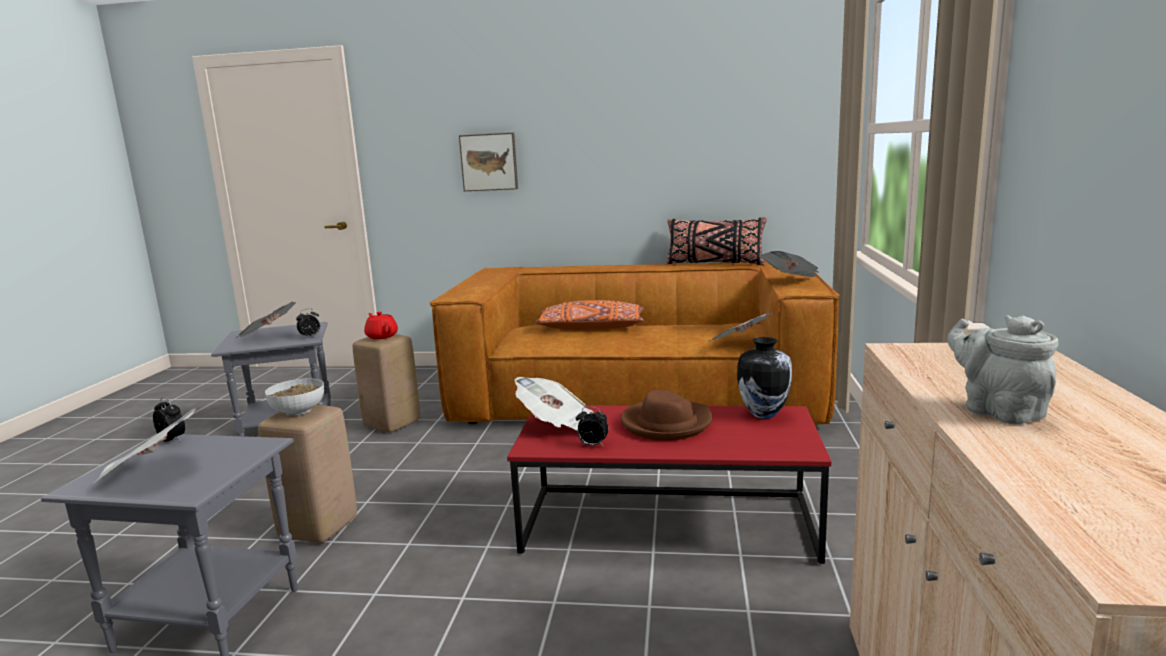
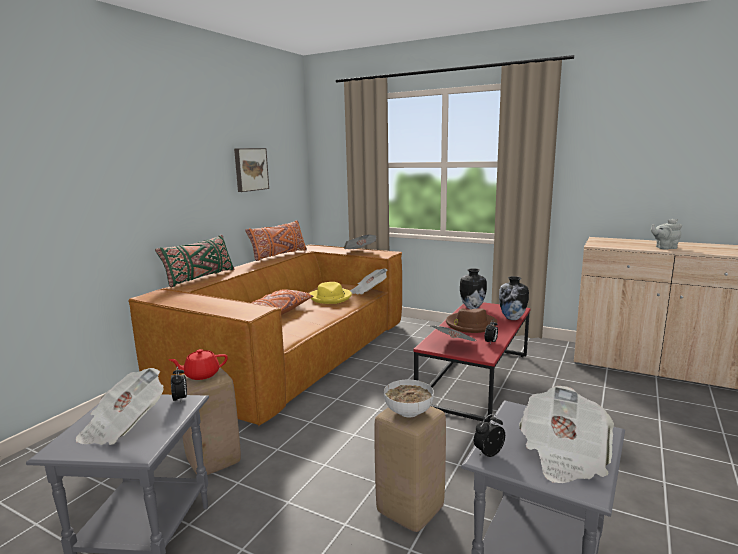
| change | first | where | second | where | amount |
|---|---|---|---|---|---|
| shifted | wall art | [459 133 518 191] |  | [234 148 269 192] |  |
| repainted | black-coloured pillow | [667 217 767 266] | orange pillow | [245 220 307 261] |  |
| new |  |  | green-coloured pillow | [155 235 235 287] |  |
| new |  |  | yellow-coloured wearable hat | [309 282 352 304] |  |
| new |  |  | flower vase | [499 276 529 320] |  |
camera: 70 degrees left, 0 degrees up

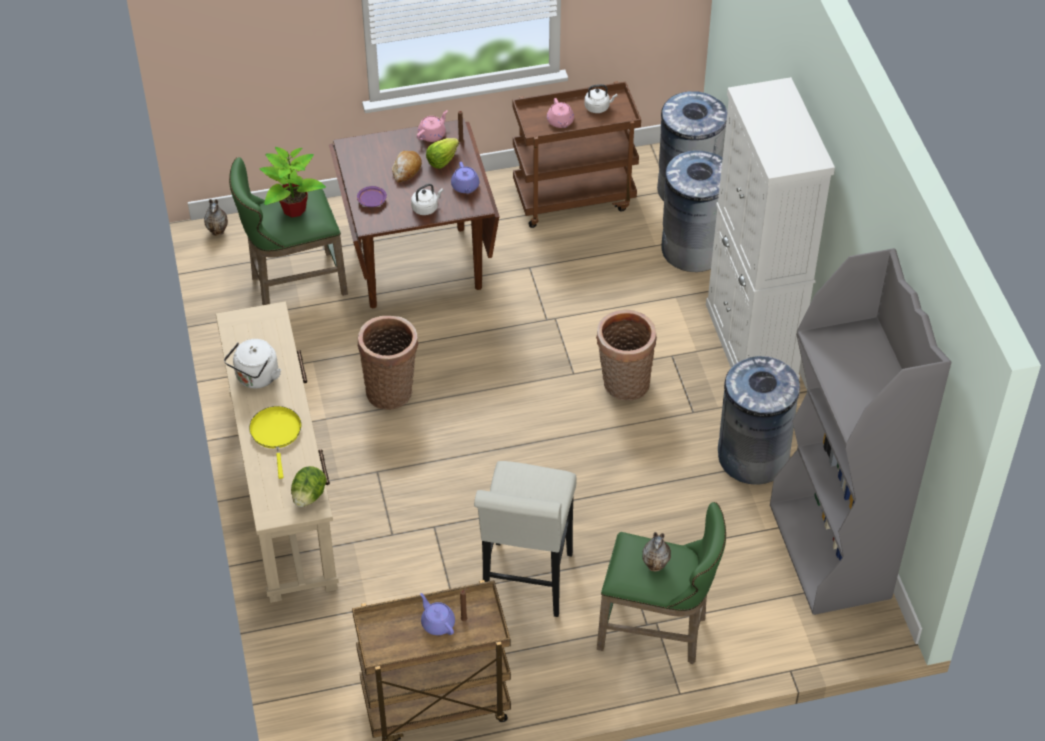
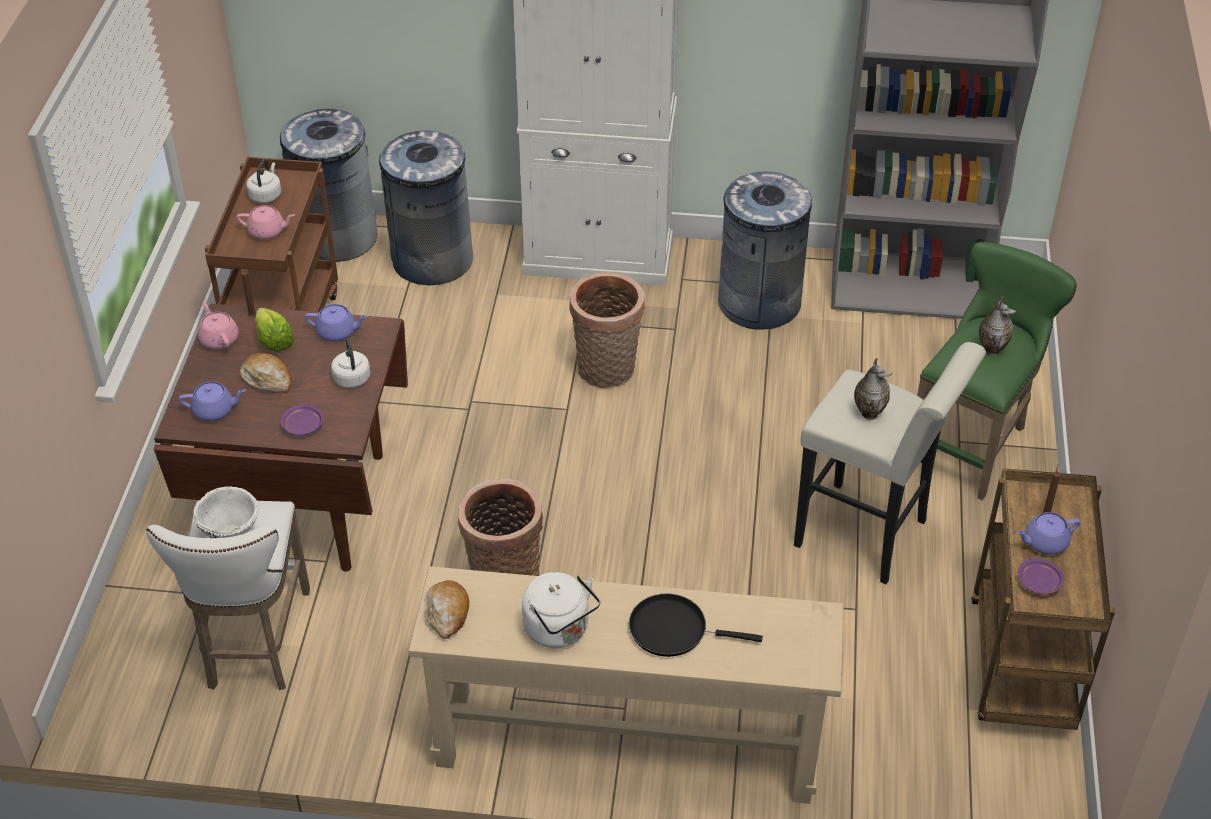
| change | first | where | second | where | amount |
|---|---|---|---|---|---|
| shifted | flower vase | [204 199 228 236] |  | [854 358 892 420] |  |
| repainted | green-coloured stool seat | [229 157 348 305] | white-coloured stool seat | [146 501 310 690] |  |
| repainted | yellow-coloured frying pan | [249 406 301 479] | black-coloured frying pan | [629 594 763 657] |  |
| swapped | houseplant | [260 147 326 217] | white-coloured deep dish | [193 486 260 538] |  |
| gone | lettuce head | [291 466 327 507] |  |  |  |
| new |  |  | purple-coloured pot for tea | [179 382 246 421] |  |
| new |  |  | bread | [424 580 469 639] |  |
| new |  |  | purple-coloured dinner plate | [1018 558 1064 595] |  |
camera: 70 degrees left, 5 degrees down

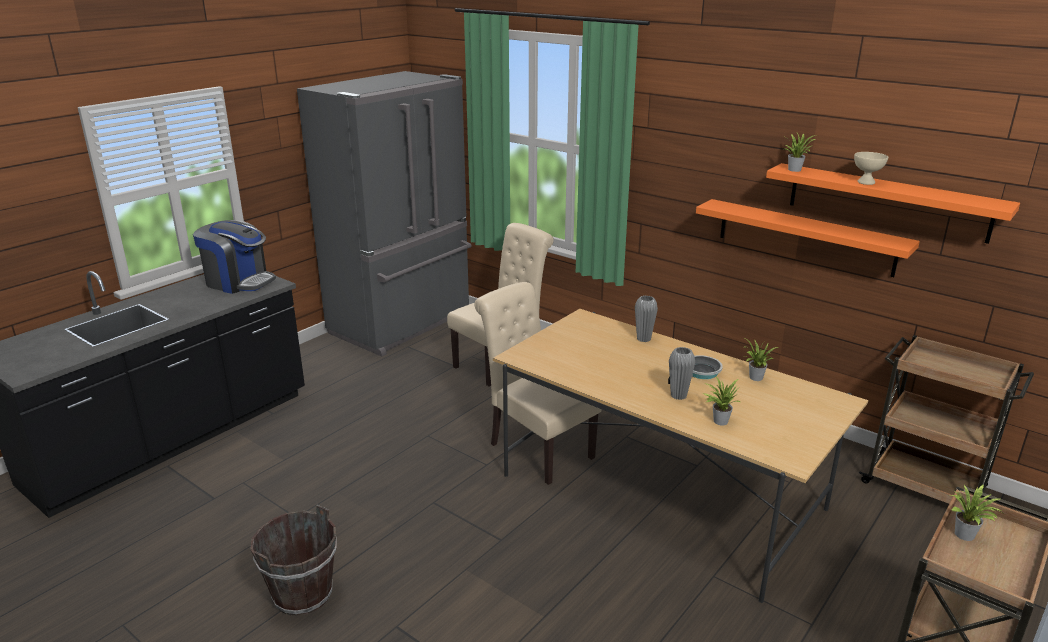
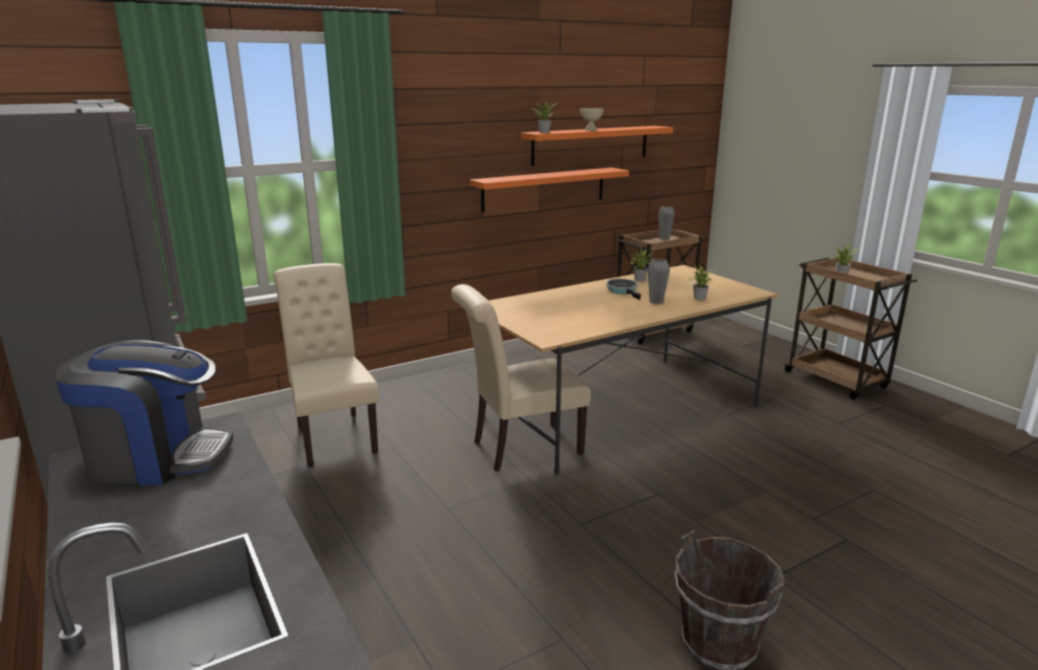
| change | first | where | second | where | amount |
|---|---|---|---|---|---|
| rotated | coffee machine | [193 220 276 294] |  | [55 340 233 485] | 45 degrees clockwise |
| shifted | grey flower vase | [635 295 658 342] |  | [658 206 675 240] |  |
camera: 70 degrees left, 5 degrees down

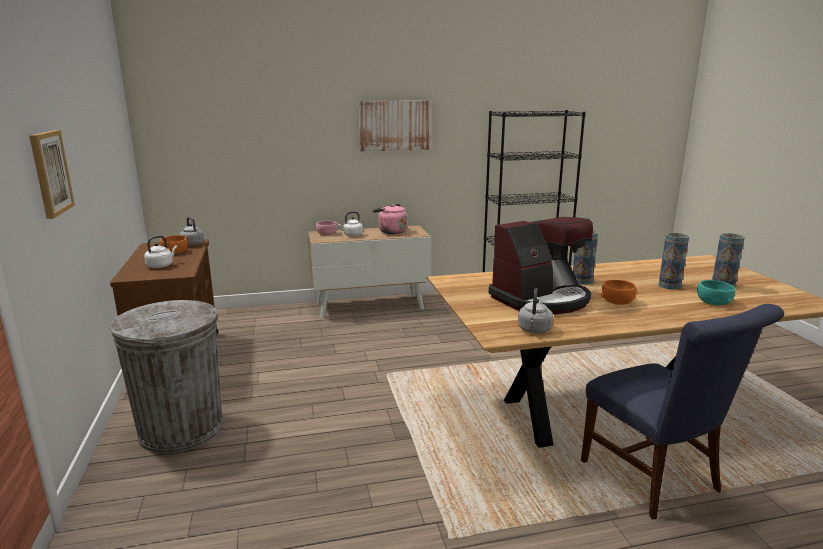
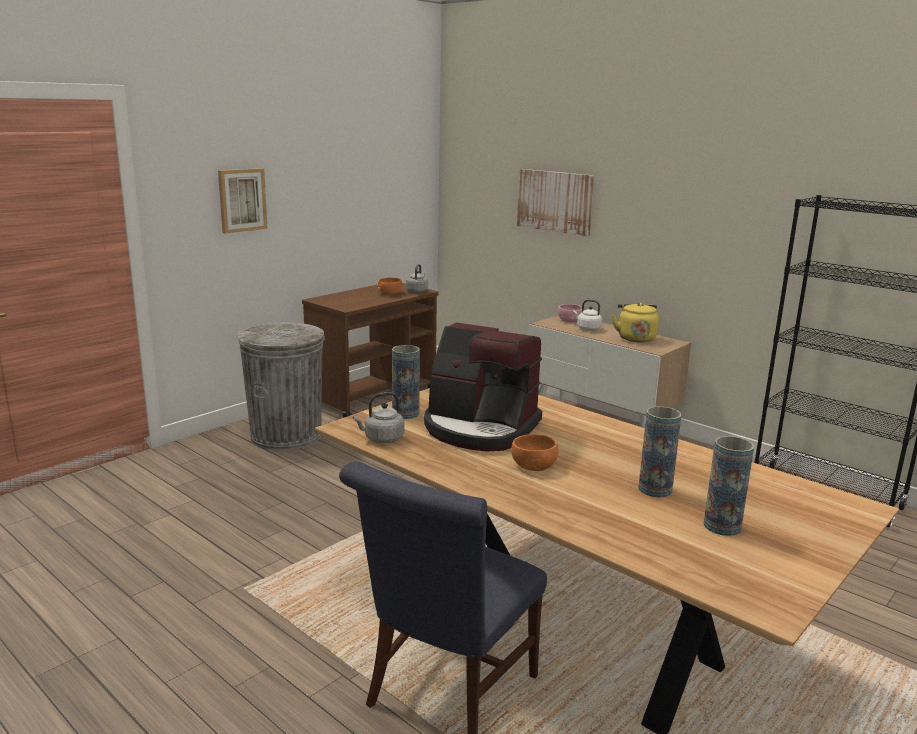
| change | first | where | second | where | amount |
|---|---|---|---|---|---|
| gone | white-coloured kettle | [144 236 177 268] |  |  |  |
| shifted | wall art | [359 101 431 151] |  | [517 169 594 236] |  |
| repainted | pink-coloured kettle | [373 204 407 234] | yellow-coloured kettle | [612 302 659 342] |  |
| shifted | flower vase | [573 230 598 285] |  | [392 345 420 419] |  |
| gone | turquoise-coloured deep dish | [697 280 735 306] |  |  |  |
camera: 55 degrees right, 0 degrees up

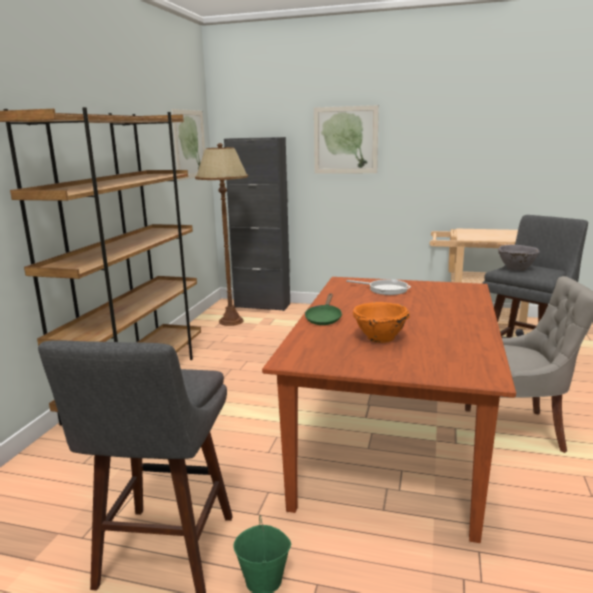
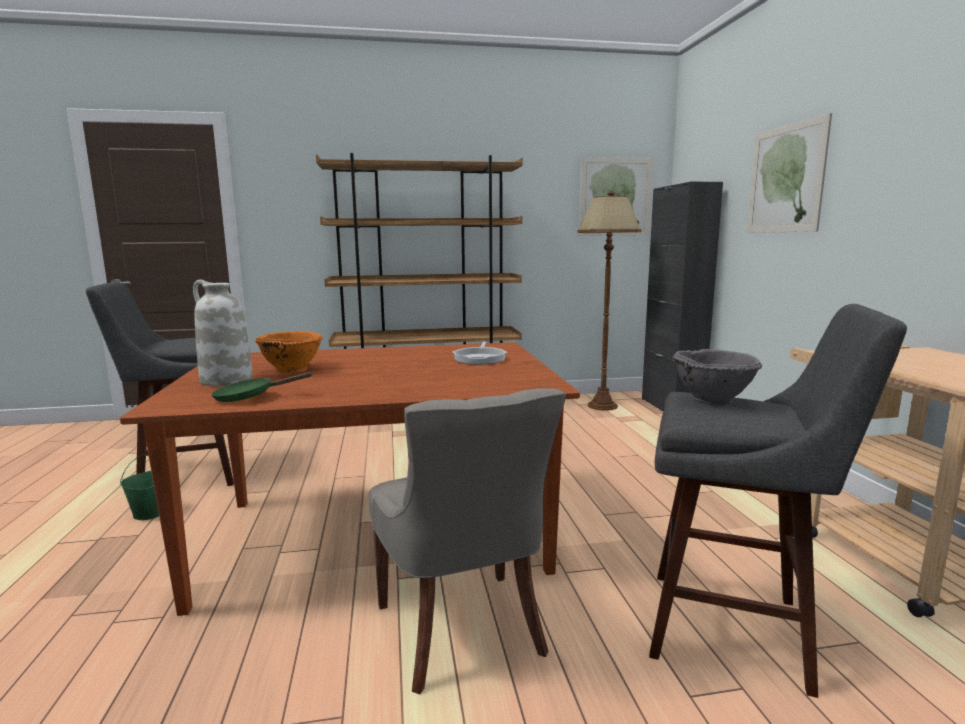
| change | first | where | second | where | amount |
|---|---|---|---|---|---|
| shifted | green-coloured frying pan | [305 293 342 325] |  | [211 372 313 402] |  |
| new |  |  | white-coloured flower vase | [193 279 253 386] |  |
camera: 65 degrees right, 5 degrees down

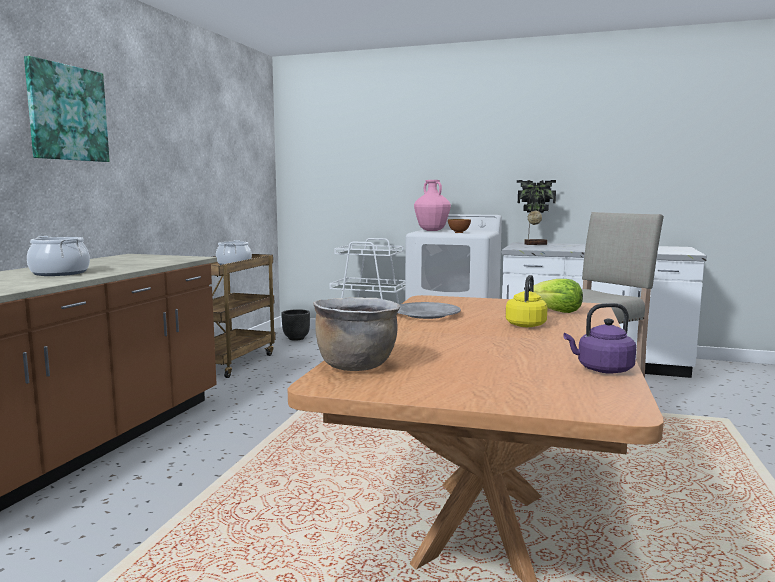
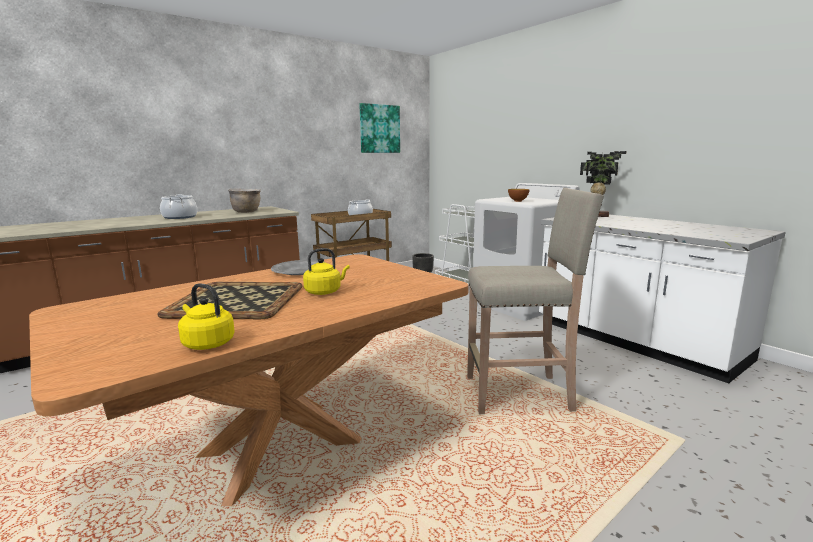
| change | first | where | second | where | amount |
|---|---|---|---|---|---|
| shifted | wall art | [24 56 110 162] |  | [359 103 400 153] |  |
| shifted | brown-coloured stockpot | [313 297 400 371] |  | [228 189 261 213] |  |
| gone | pink-coloured flower vase | [414 180 451 231] |  |  |  |
| gone | lettuce head | [533 279 583 313] |  |  |  |
| repainted | purple-coloured kettle | [563 303 636 374] | yellow-coloured kettle | [178 283 235 350] |  |
| new |  |  | serving tray | [158 282 303 319] |  |
camera: 35 degrees right, 5 degrees up

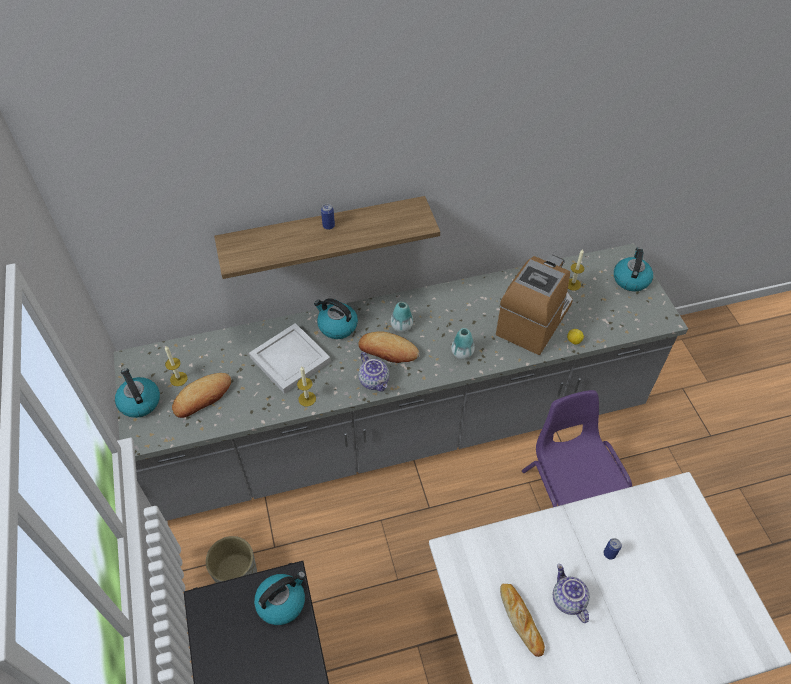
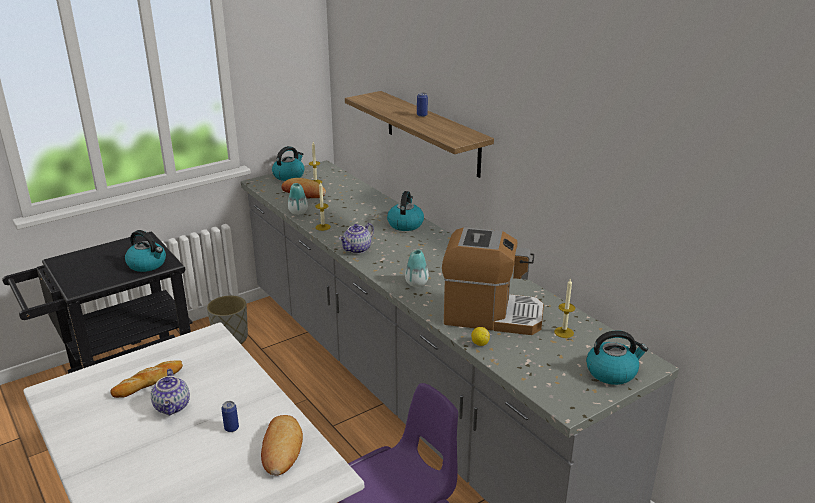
| change | first | where | second | where | amount |
|---|---|---|---|---|---|
| gone | white-coloured serving tray | [249 323 331 394] |  |  |  |
| shifted | bread | [358 331 419 363] |  | [261 415 303 476] |  |
| shifted | flower vase | [391 302 413 332] |  | [288 183 308 215] |  |
| rotated | pot for tea | [553 564 590 623] |  | [151 369 190 415] | 120 degrees clockwise |
camera: 70 degrees right, 25 degrees down

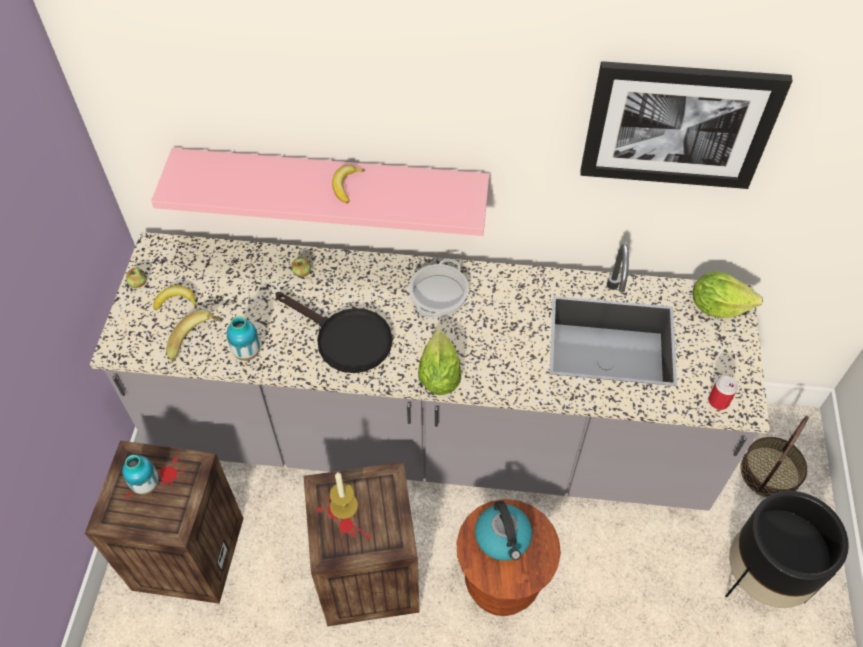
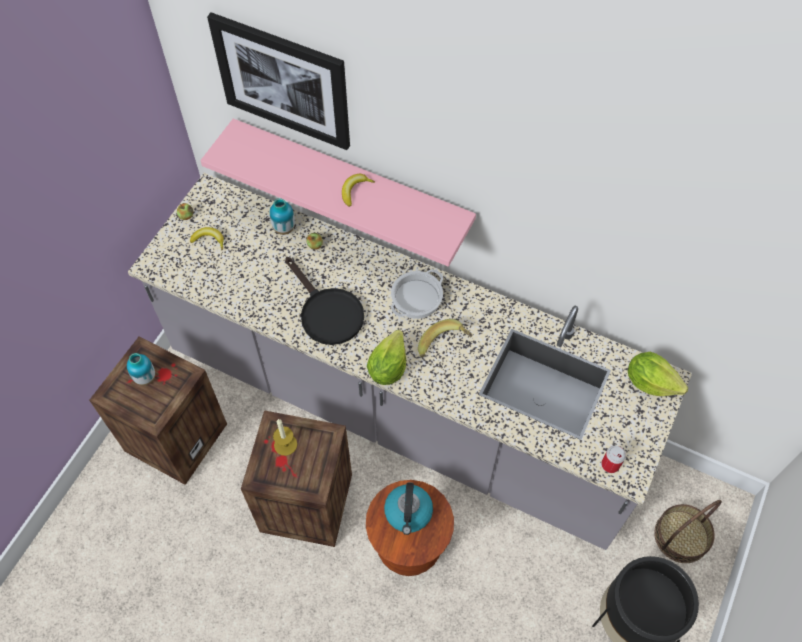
| change | first | where | second | where | amount |
|---|---|---|---|---|---|
| shifted | banana fruit | [166 309 223 362] |  | [418 319 473 357] |  |
| shifted | flower vase | [227 316 260 361] |  | [270 198 295 235] |  |
| shifted | wall art | [580 61 792 189] |  | [207 12 350 150] |  |
camera: 20 degrees right, 5 degrees up

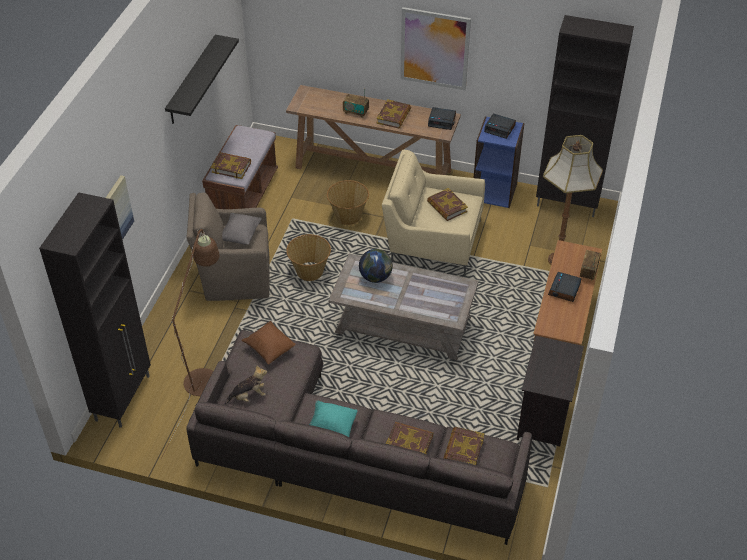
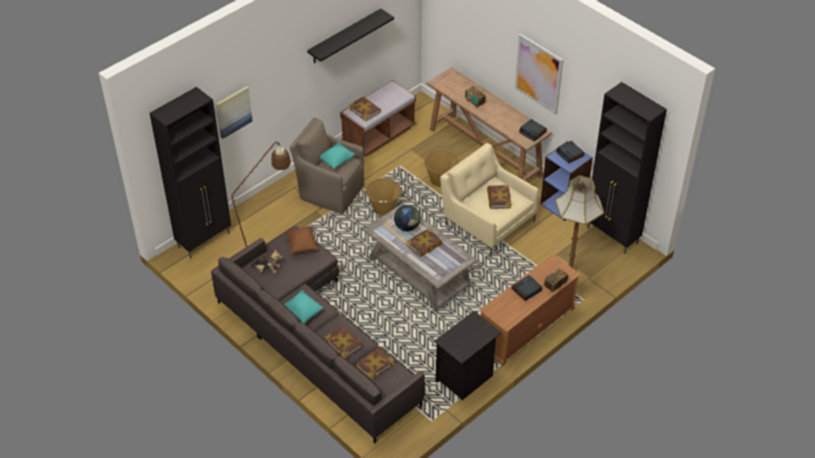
| change | first | where | second | where | amount |
|---|---|---|---|---|---|
| repainted | grey pillow | [222 213 262 245] | turquoise-coloured pillow | [320 142 356 169] |  |
| shifted | book | [377 99 411 128] |  | [406 228 442 257] |  |
camera: 30 degrees right, 0 degrees up

